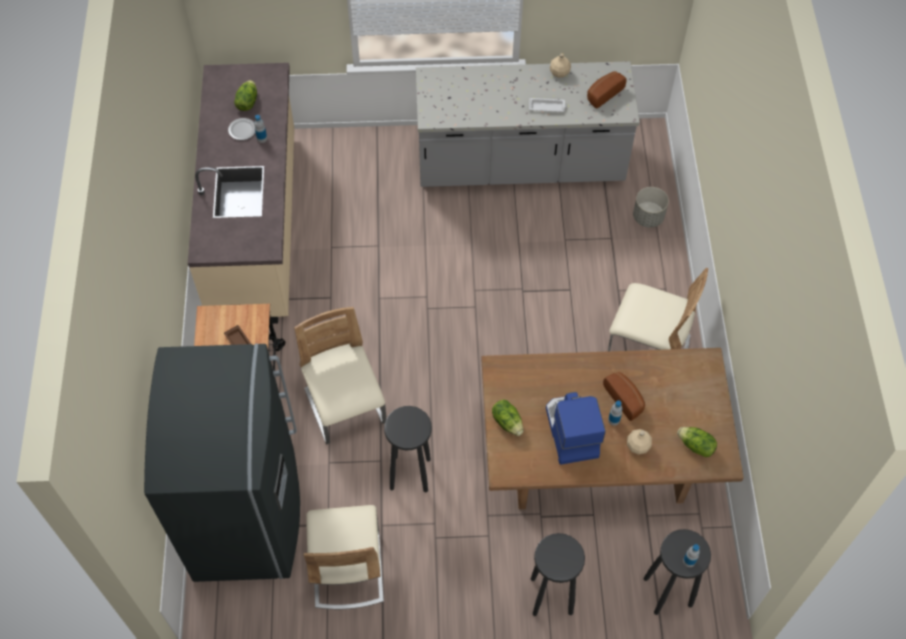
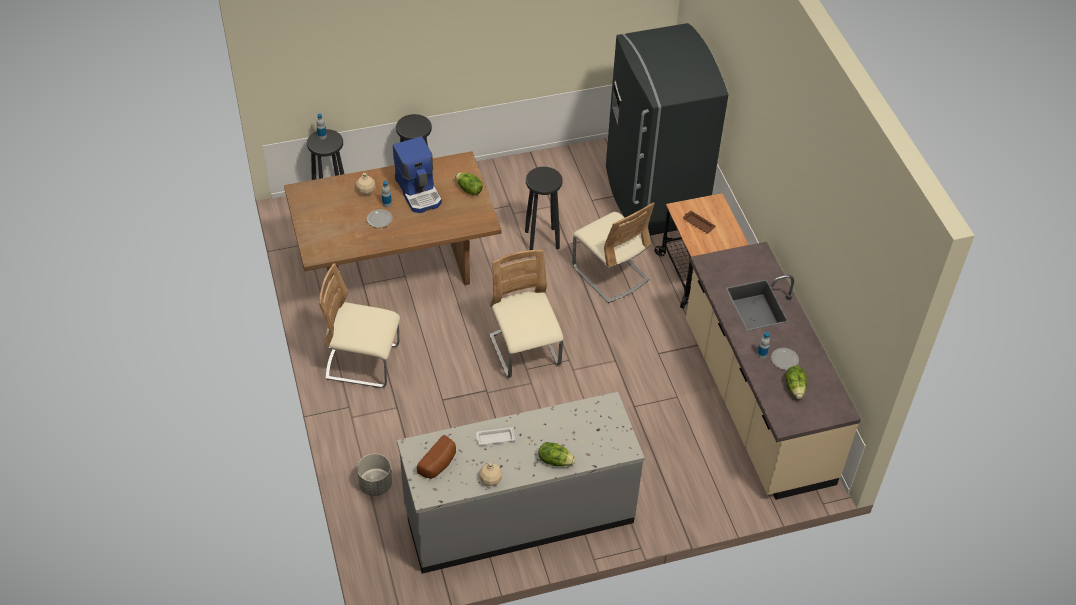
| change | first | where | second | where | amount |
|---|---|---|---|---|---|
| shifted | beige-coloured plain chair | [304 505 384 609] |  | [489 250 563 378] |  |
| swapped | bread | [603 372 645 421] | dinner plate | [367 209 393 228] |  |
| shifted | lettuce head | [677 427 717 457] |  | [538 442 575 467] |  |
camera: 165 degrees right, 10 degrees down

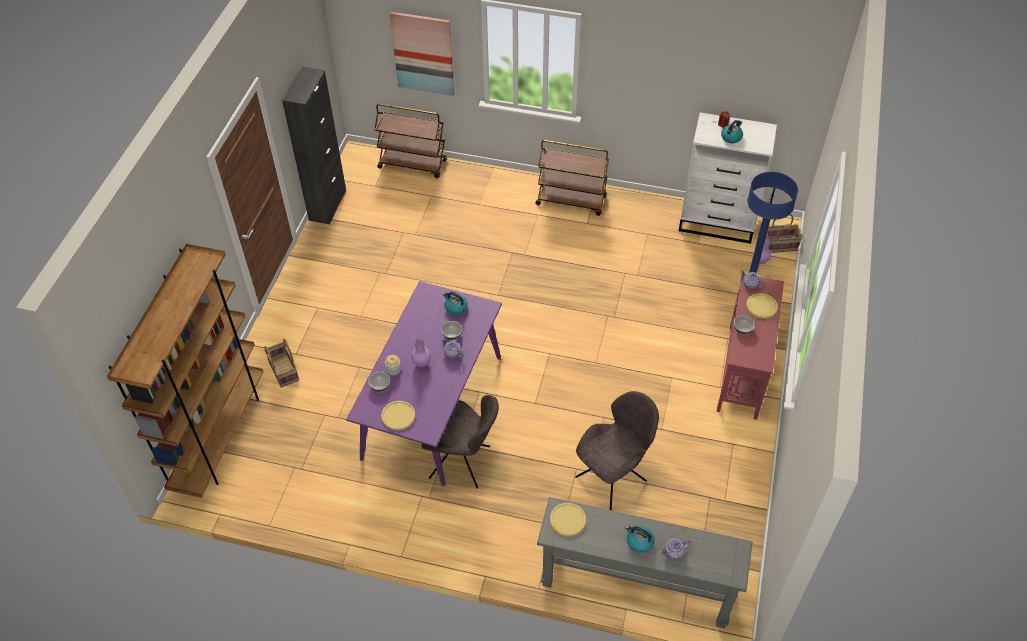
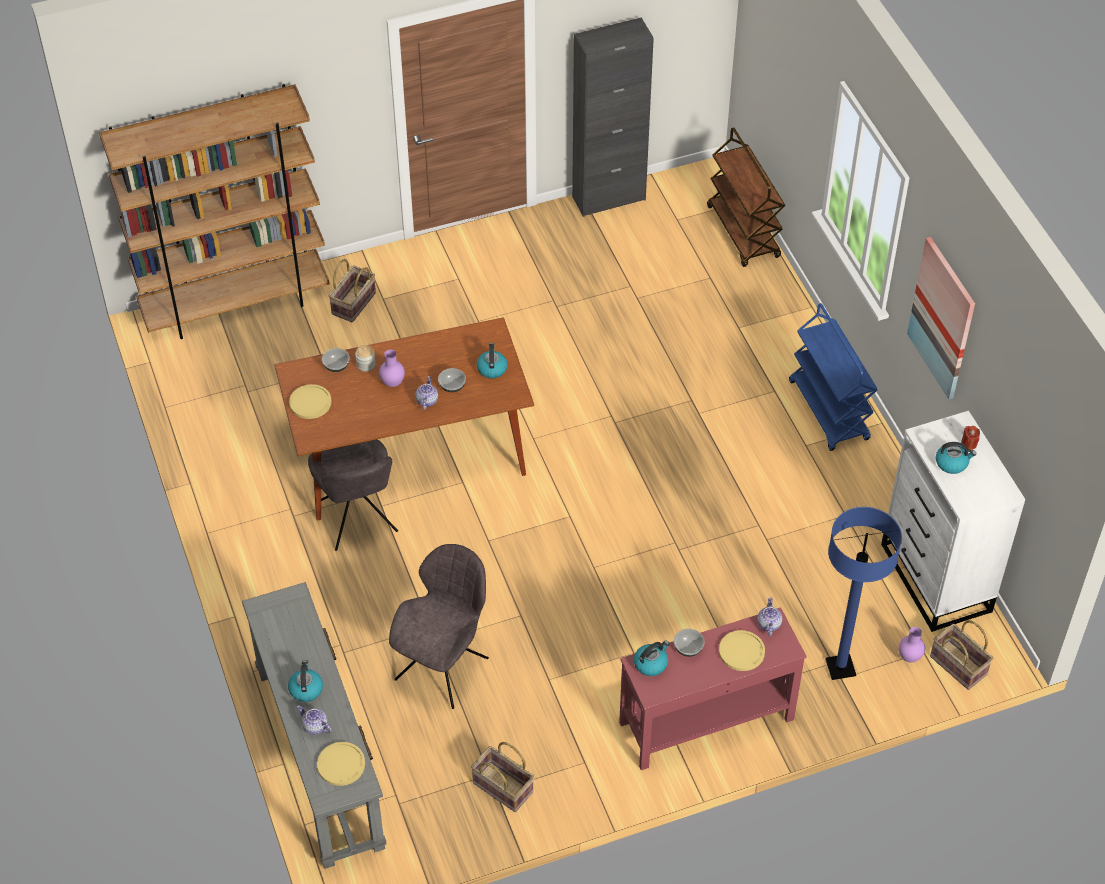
| change | first | where | second | where | amount |
|---|---|---|---|---|---|
| repainted | purple-coloured dining table | [346 281 502 486] | brown-coloured dining table | [274 317 534 521] |  |
| shifted | wall art | [390 12 454 96] |  | [907 237 975 399] |  |
| repainted | brown-coloured trolley | [535 140 609 216] | bluish trolley | [789 303 878 451] |  |
| shifted | yellow-coloured dinner plate | [550 503 586 537] |  | [317 742 365 786] |  |
| rotated | grey plain chair | [575 391 659 510] |  | [389 544 489 709] | 75 degrees counterclockwise |
| new |  |  | storage basket | [471 742 534 812] |  |
| new |  |  | kettle | [634 641 669 676] |  |
camera: 55 degrees right, 0 degrees up

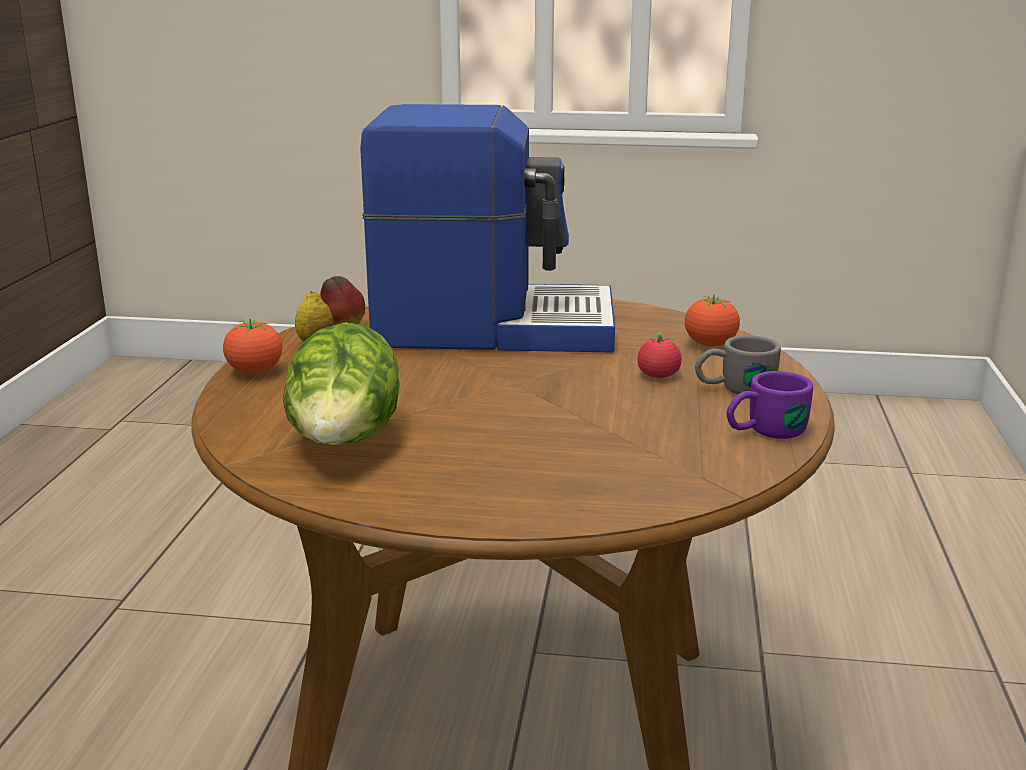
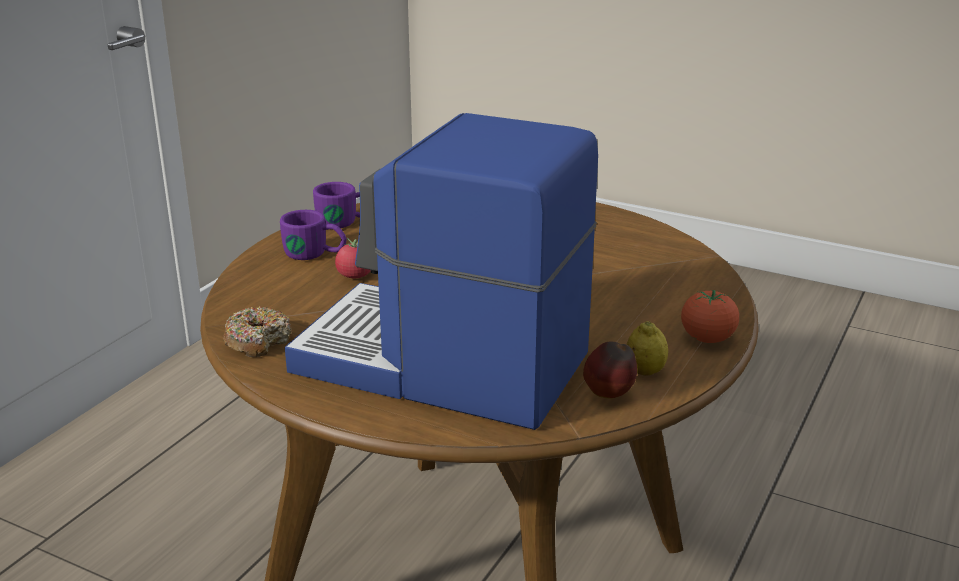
| change | first | where | second | where | amount |
|---|---|---|---|---|---|
| gone | lettuce head | [283 322 400 446] |  |  |  |
| gone | tomato | [685 295 740 347] |  |  |  |
| repainted | grey coffee mug | [695 335 781 394] | purple-coloured coffee mug | [280 210 347 260] |  |
| new |  |  | donut | [223 306 292 357] |  |
camera: 160 degrees left, 5 degrees up

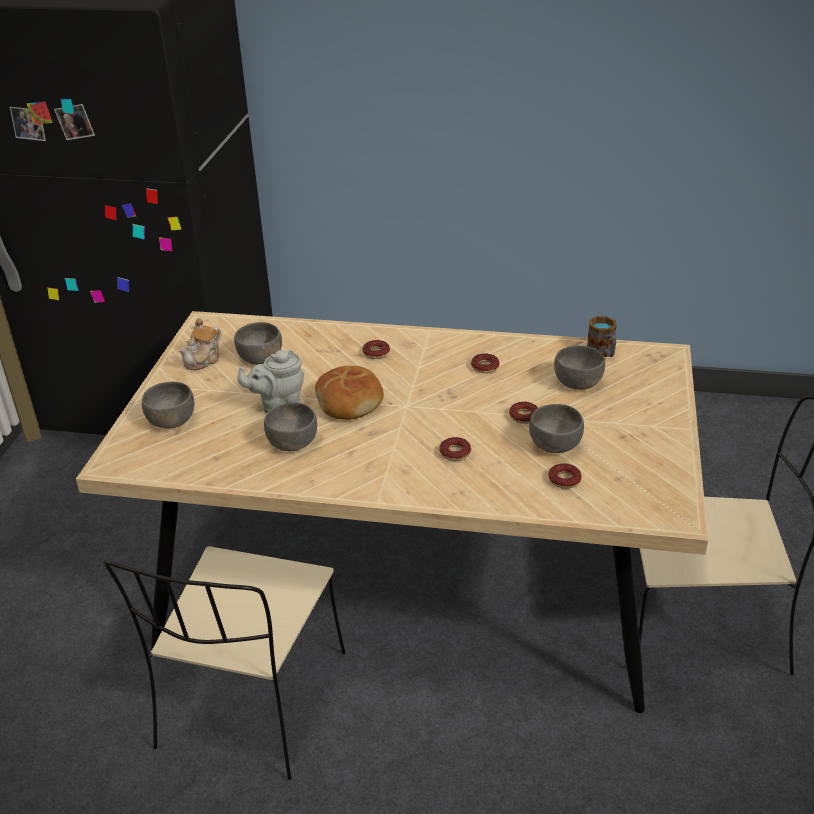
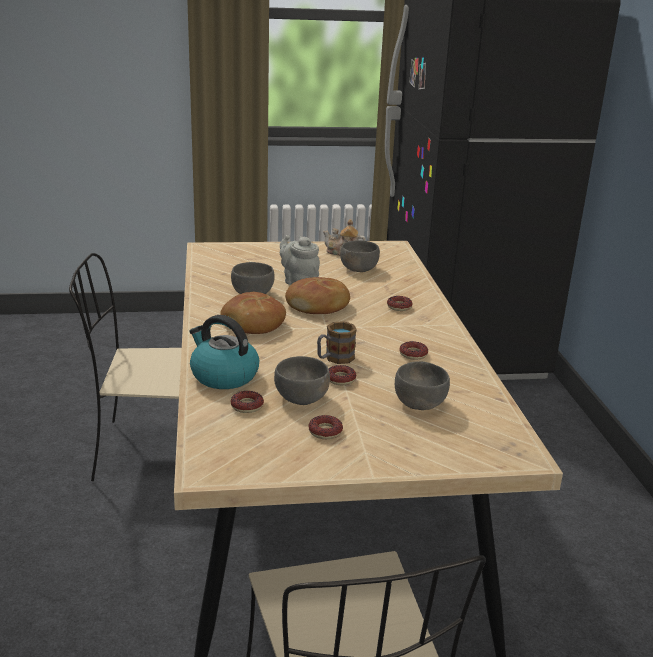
| change | first | where | second | where | amount |
|---|---|---|---|---|---|
| gone | grey deep dish | [142 382 194 429] |  |  |  |
| shifted | donut | [439 437 471 461] |  | [308 415 343 439] |  |
| shifted | coffee mug | [587 316 617 357] |  | [317 321 357 364] |  |
| new |  |  | kettle | [190 315 259 389] |  |
| new |  |  | bread | [220 292 286 334] |  |
camera: 70 degrees right, 10 degrees down

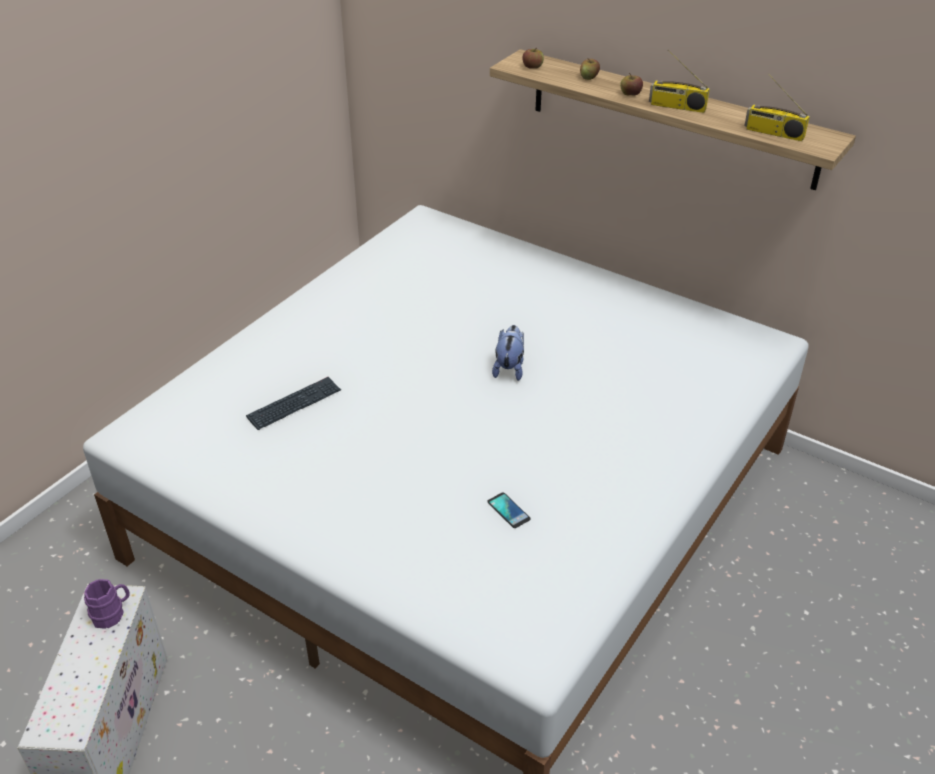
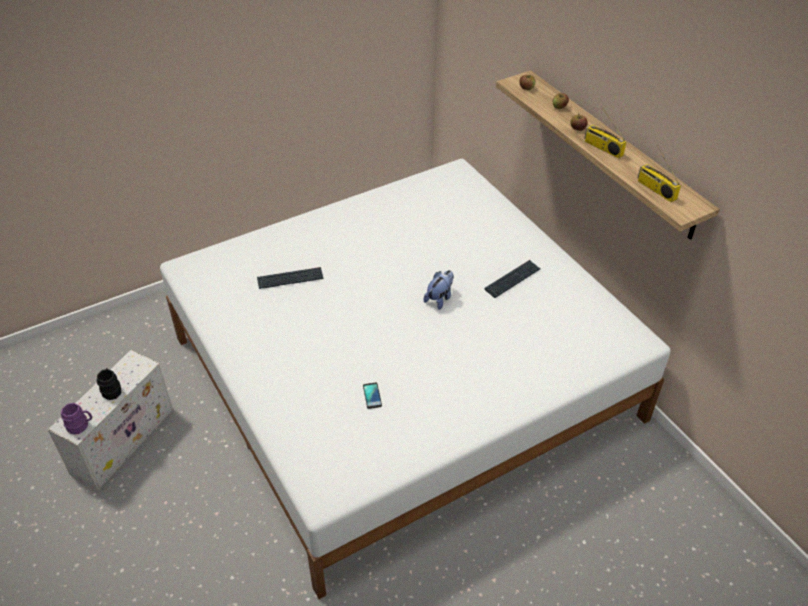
| change | first | where | second | where | amount |
|---|---|---|---|---|---|
| shifted | purple-coloured coffee mug | [84 579 130 629] |  | [61 403 92 435] |  |
| new |  |  | black-coloured coffee mug | [96 368 121 400] |  |
| new |  |  | PC keyboard | [484 260 540 298] |  |
camera: 25 degrees right, 5 degrees up

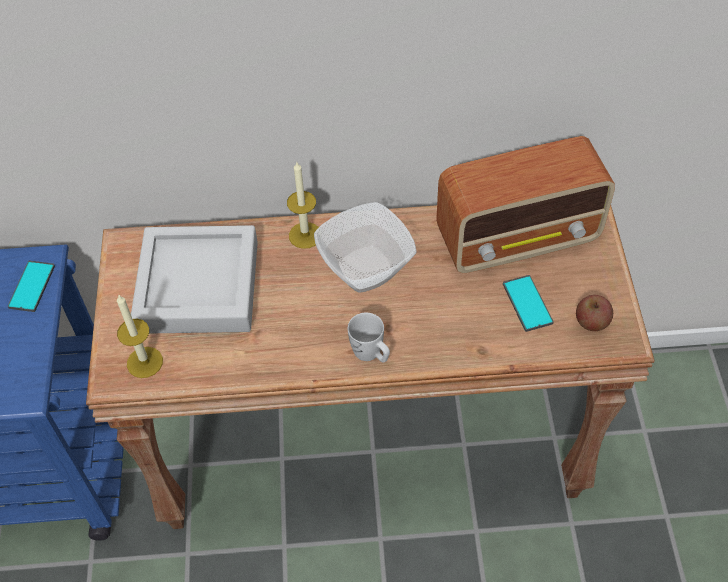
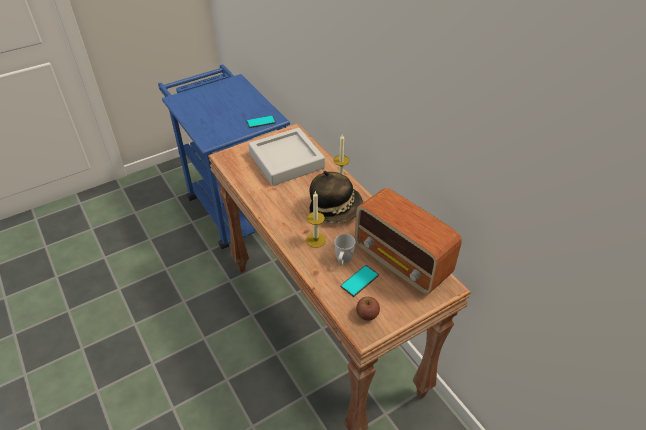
| change | first | where | second | where | amount |
|---|---|---|---|---|---|
| shifted | wax candle | [117 294 163 378] |  | [306 192 326 248] |  |
| swapped | deep dish | [314 202 417 292] | wearable hat | [309 171 363 223] |  |
| shifted | white-coloured coffee mug | [348 313 390 363] |  | [334 234 356 266] |  |
camera: 60 degrees right, 10 degrees down

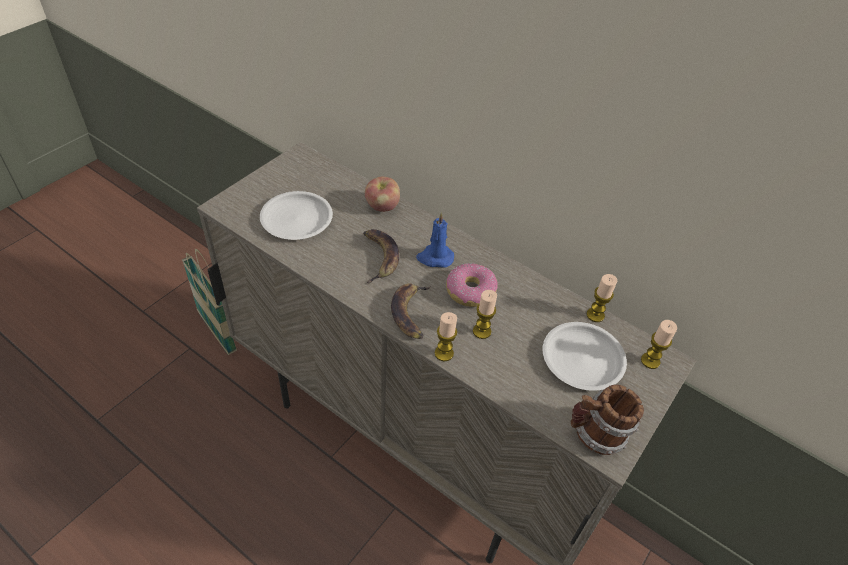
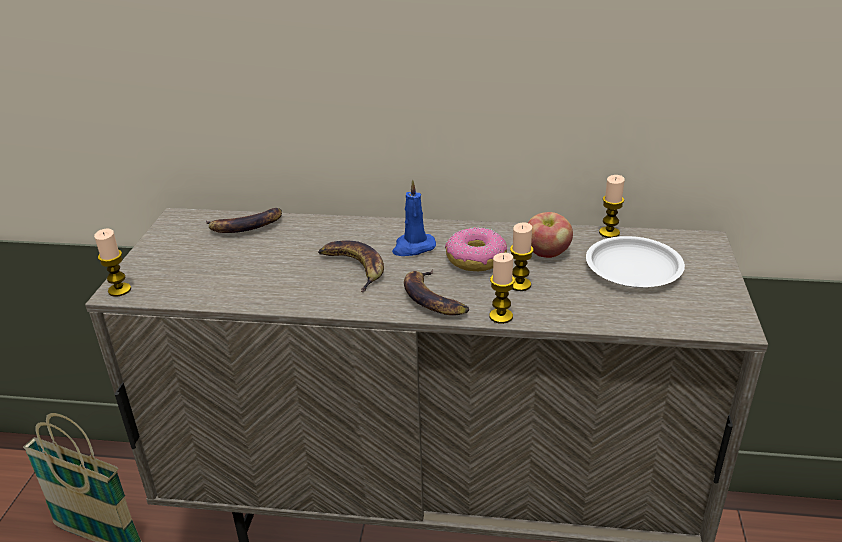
| change | first | where | second | where | amount |
|---|---|---|---|---|---|
| gone | white-coloured dinner plate | [260 191 333 240] |  |  |  |
| shifted | apple fruit | [365 177 400 212] |  | [528 212 573 258] |  |
| gone | coffee mug | [570 385 644 455] |  |  |  |
| shifted | wax candle | [641 320 677 369] |  | [94 228 131 297] |  |
| new |  |  | banana fruit | [206 208 282 233] |  |
camera: 25 degrees left, 15 degrees down

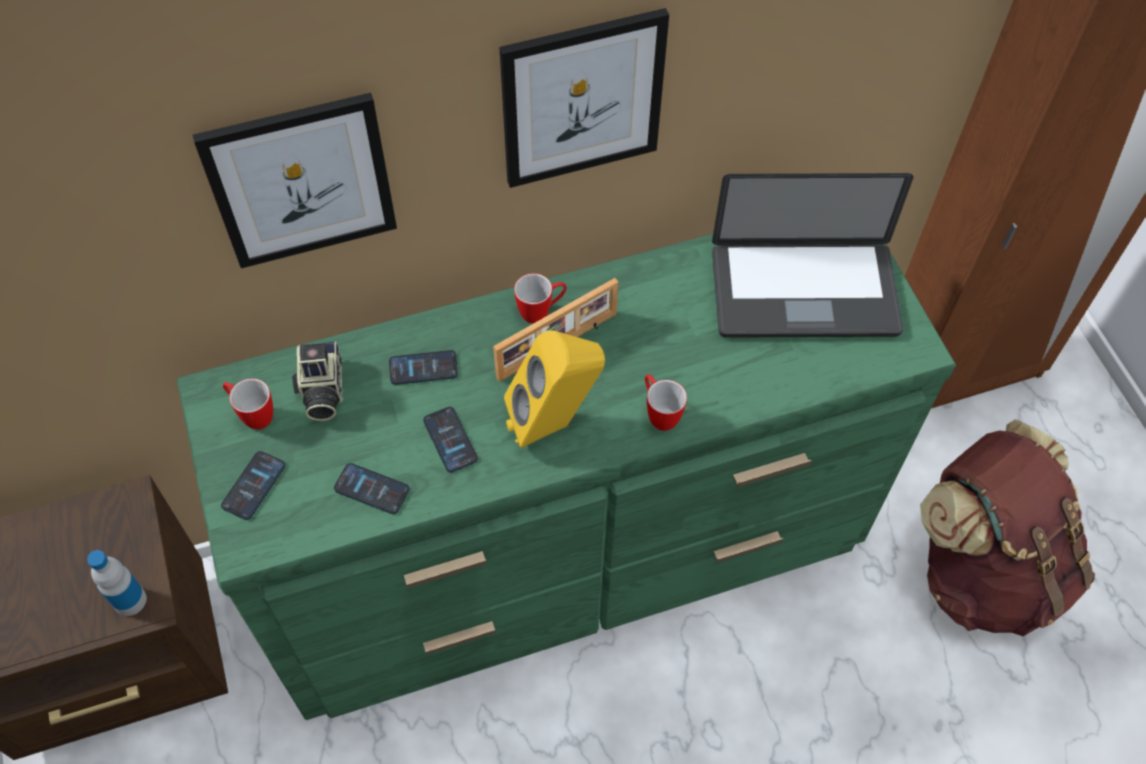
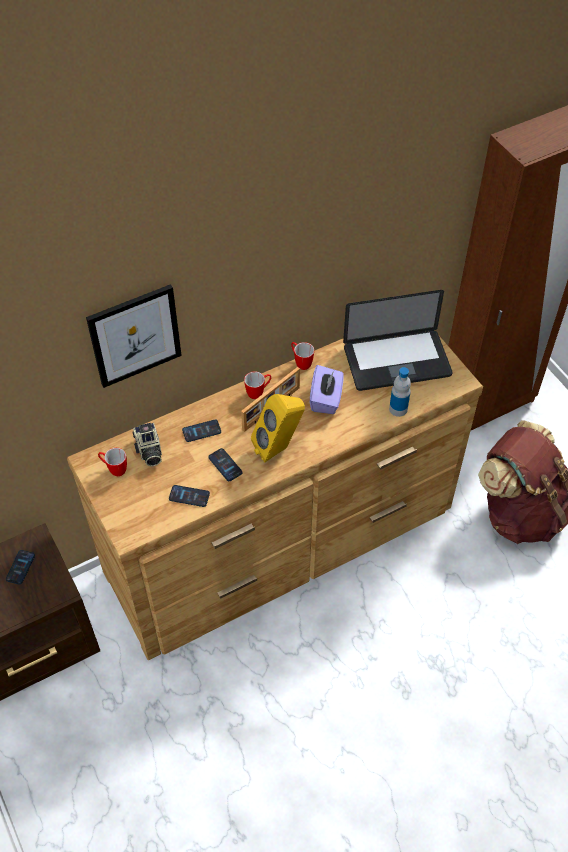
| change | first | where | second | where | amount |
|---|---|---|---|---|---|
| shifted | bottle | [87 550 147 616] |  | [389 367 411 417] |  |
| repainted | green-coloured dresser | [177 234 956 720] | brown-coloured dresser | [67 330 483 660] |  |
| shifted | phone | [221 451 285 520] |  | [6 550 35 585] |  |
| gone | wall art | [499 8 669 188] |  |  |  |
| shifted | coffee mug | [645 375 687 431] |  | [291 342 314 370] |  |
| new |  |  | purple-coloured tissue holder | [310 365 344 414] |  |
camera: 10 degrees left, 5 degrees down

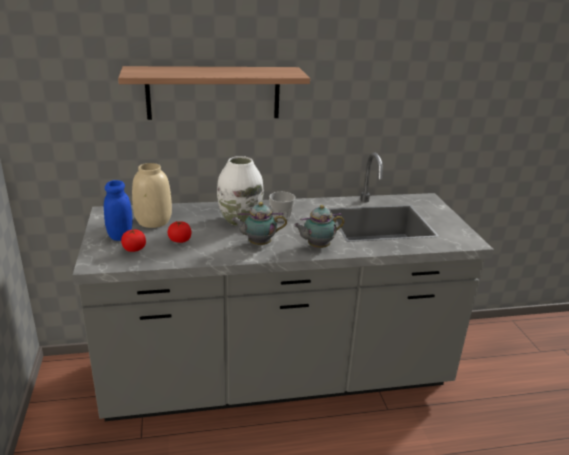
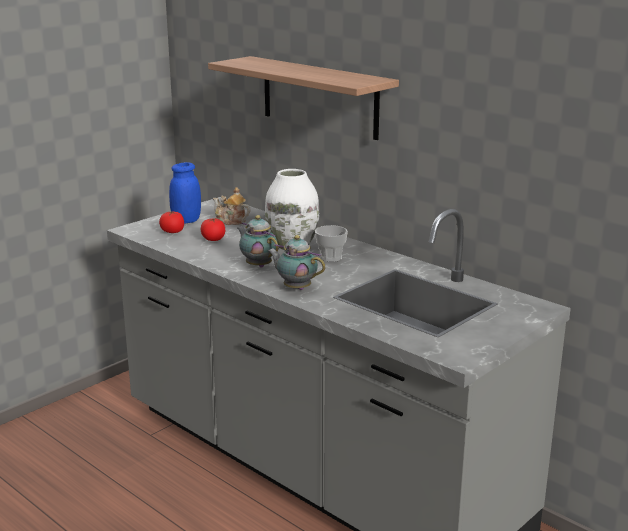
| change | first | where | second | where | amount |
|---|---|---|---|---|---|
| swapped | beige-coloured flower vase | [132 163 172 228] | pot for tea | [213 187 251 225] |  |
camera: 55 degrees right, 5 degrees down

